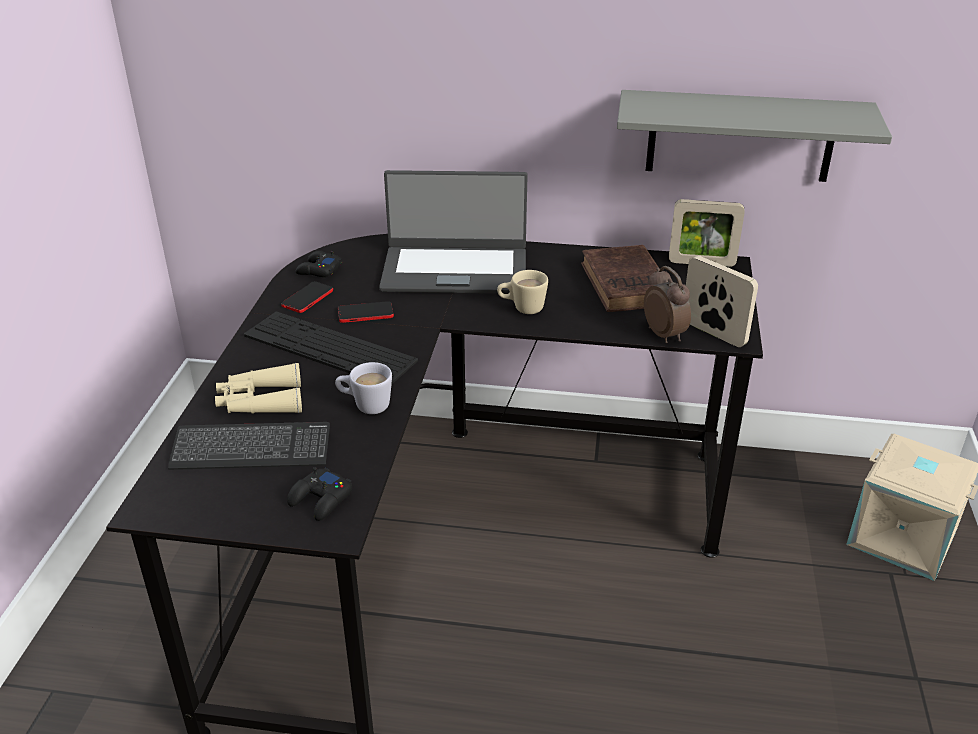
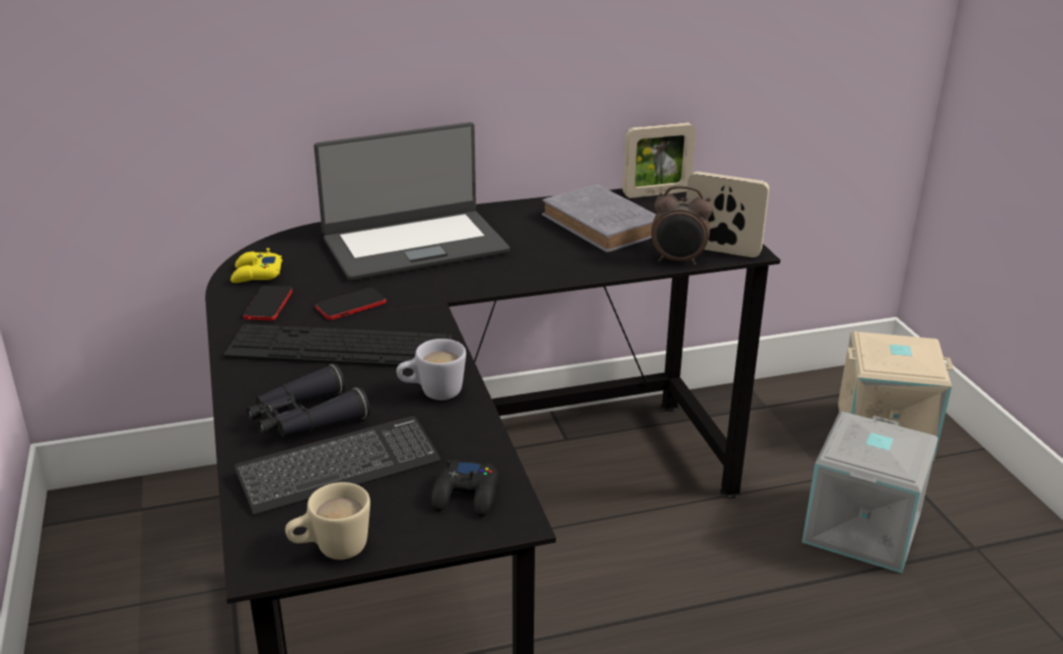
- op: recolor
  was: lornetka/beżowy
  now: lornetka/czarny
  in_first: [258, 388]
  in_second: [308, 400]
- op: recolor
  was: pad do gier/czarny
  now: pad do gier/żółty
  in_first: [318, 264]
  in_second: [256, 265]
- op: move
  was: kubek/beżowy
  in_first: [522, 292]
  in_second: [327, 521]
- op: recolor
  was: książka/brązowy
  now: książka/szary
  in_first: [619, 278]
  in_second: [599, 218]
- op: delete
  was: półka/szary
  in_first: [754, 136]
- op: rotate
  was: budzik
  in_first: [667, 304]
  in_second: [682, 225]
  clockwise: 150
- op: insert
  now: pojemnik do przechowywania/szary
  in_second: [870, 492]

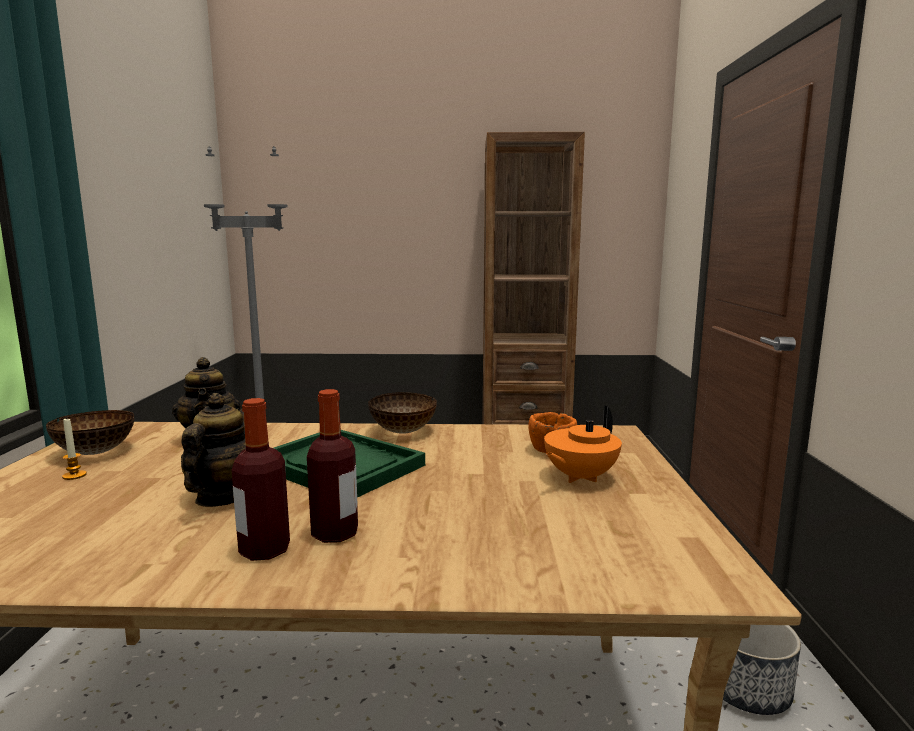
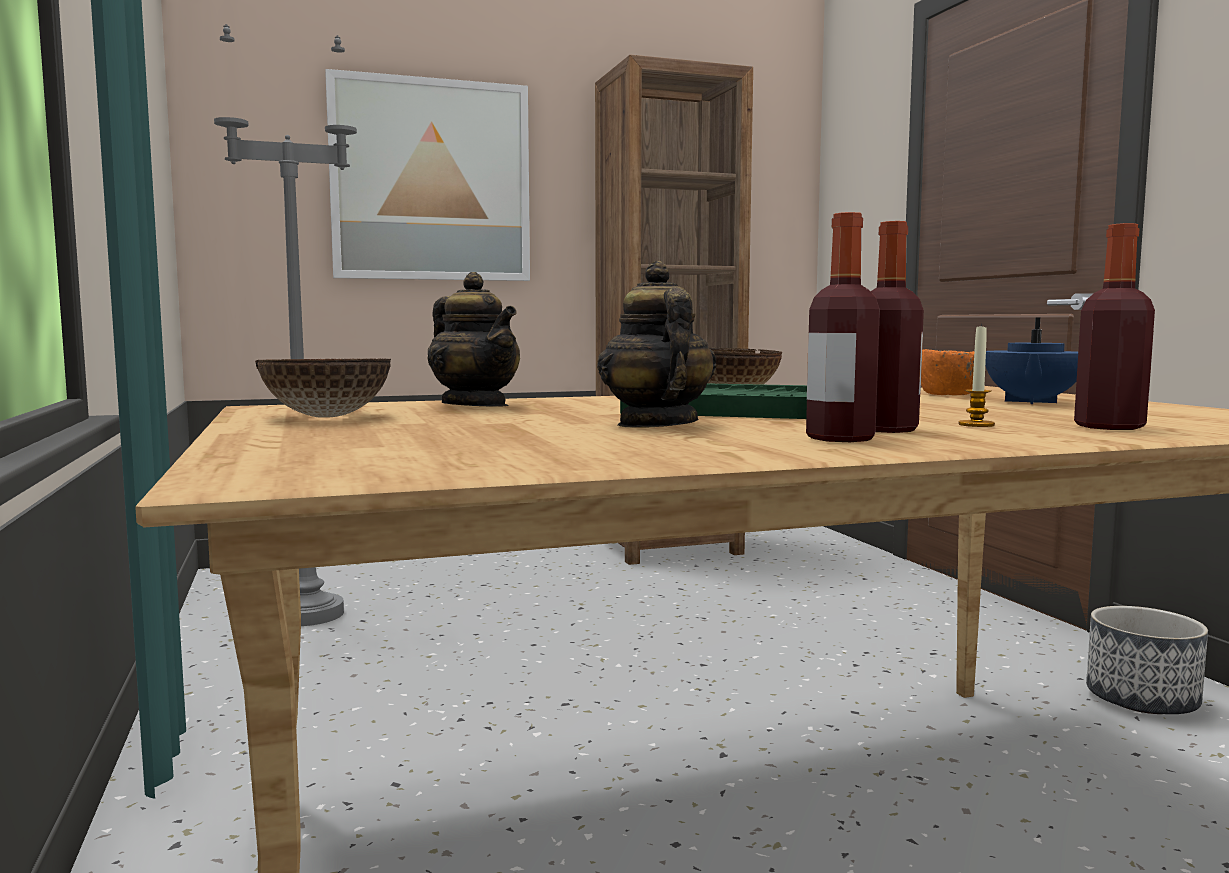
- op: move
  was: świeca
  in_first: [74, 448]
  in_second: [977, 375]
- op: recolor
  was: imbryk/pomarańczowy
  now: imbryk/niebieski
  in_first: [583, 444]
  in_second: [1031, 360]
- op: insert
  now: obraz
  in_second: [427, 175]
- op: insert
  now: butelka
  in_second: [1114, 326]

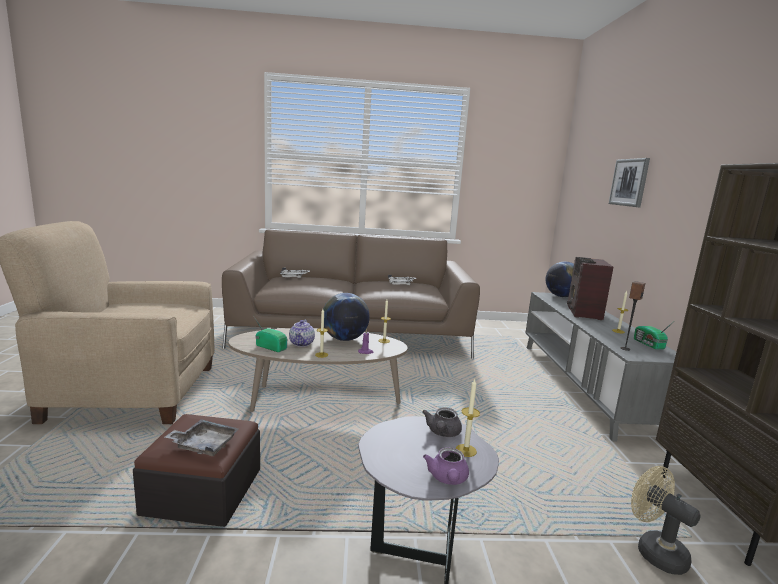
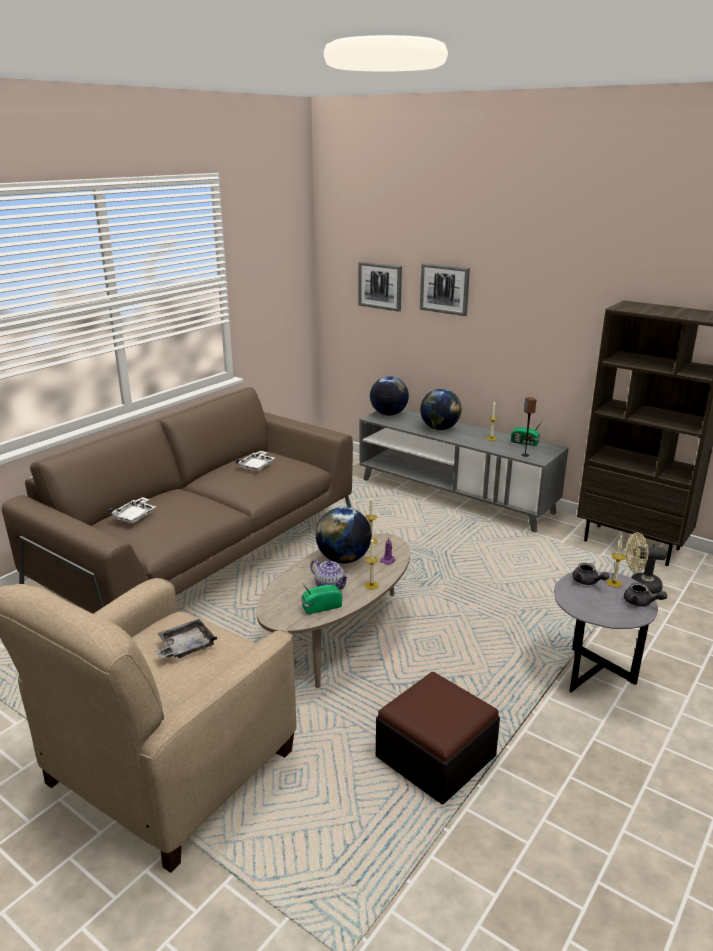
- op: move
  was: taca/szary
  in_first: [202, 437]
  in_second: [186, 638]
- op: recolor
  was: imbryk/fioletowy
  now: imbryk/szary
  in_first: [446, 466]
  in_second: [645, 595]
- op: replace
  was: radio
  now: globus
  in_first: [590, 288]
  in_second: [440, 409]
- op: insert
  now: obraz
  in_second: [380, 287]

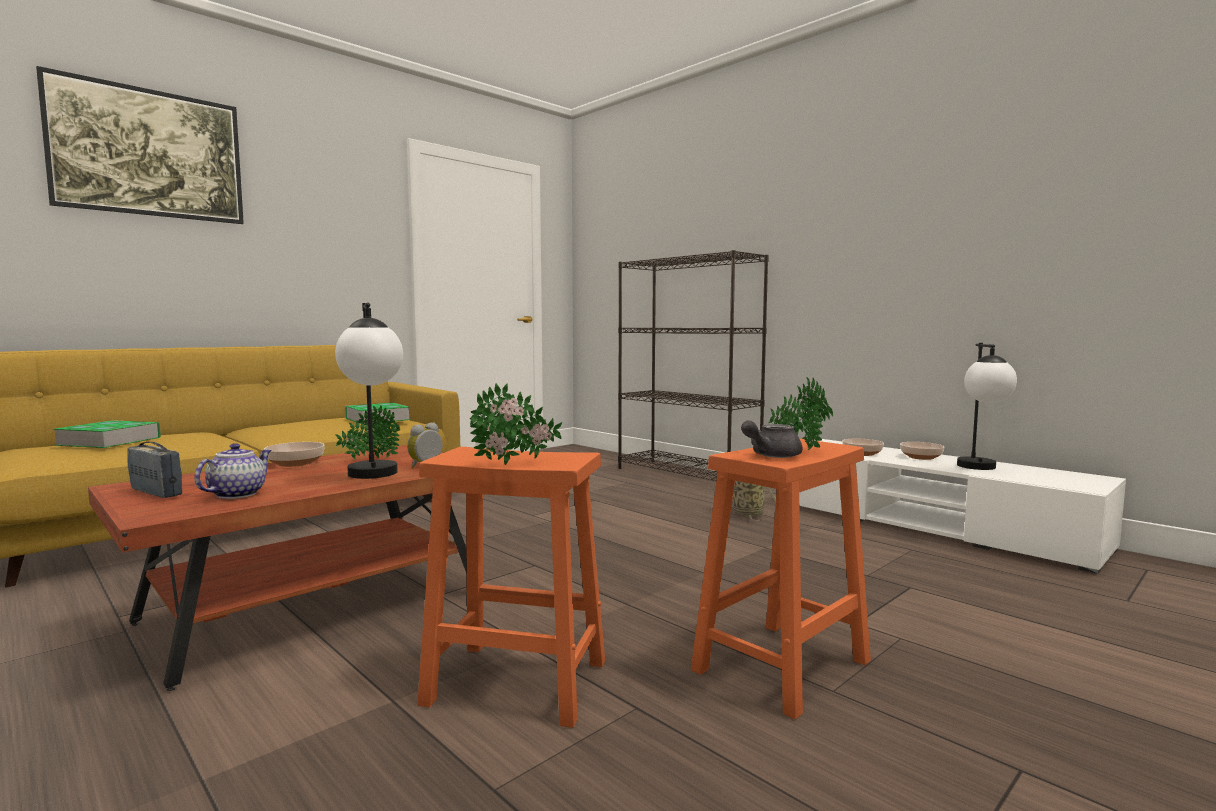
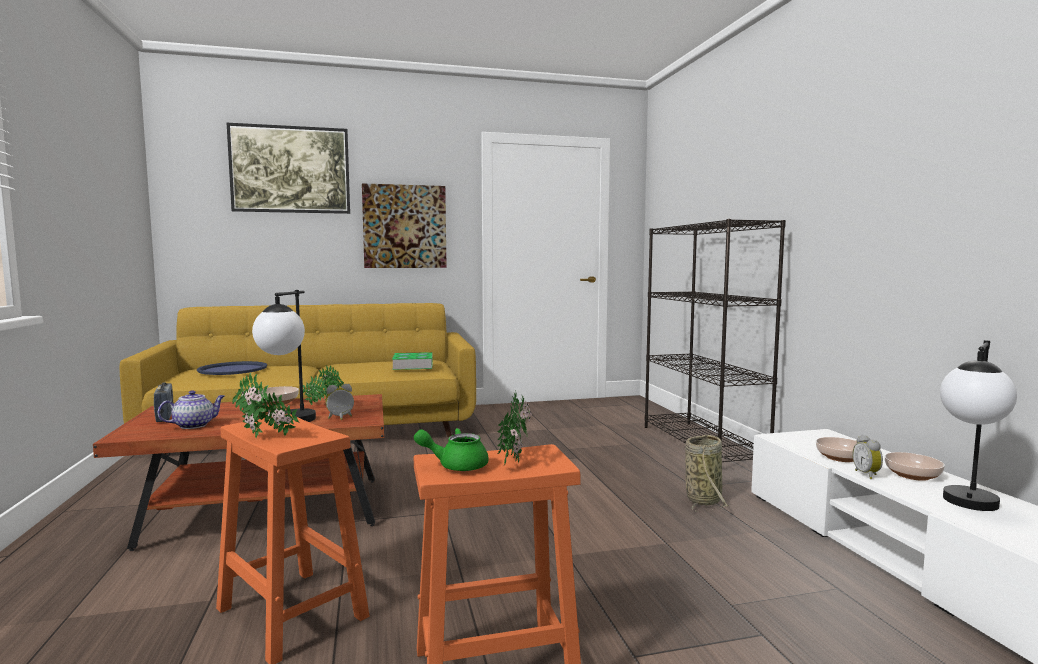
- op: replace
  was: książka
  now: taca/niebieski
  in_first: [107, 434]
  in_second: [232, 368]
- op: recolor
  was: imbryk/szary
  now: imbryk/zielony
  in_first: [772, 439]
  in_second: [451, 449]
- op: insert
  now: obraz
  in_second: [404, 225]
- op: insert
  now: budzik
  in_second: [868, 457]

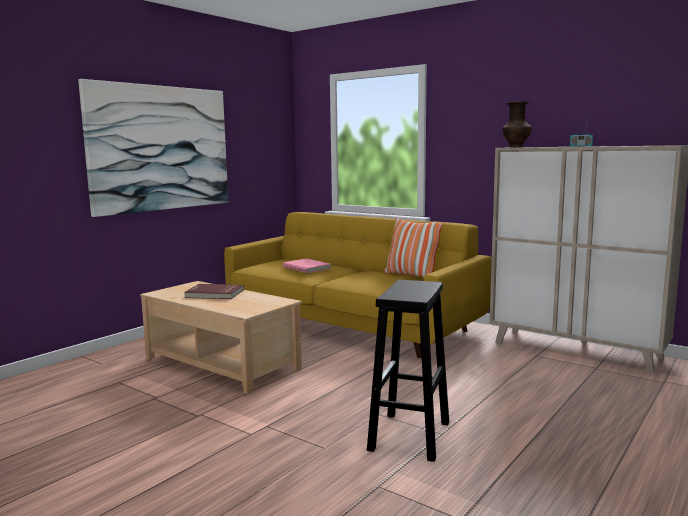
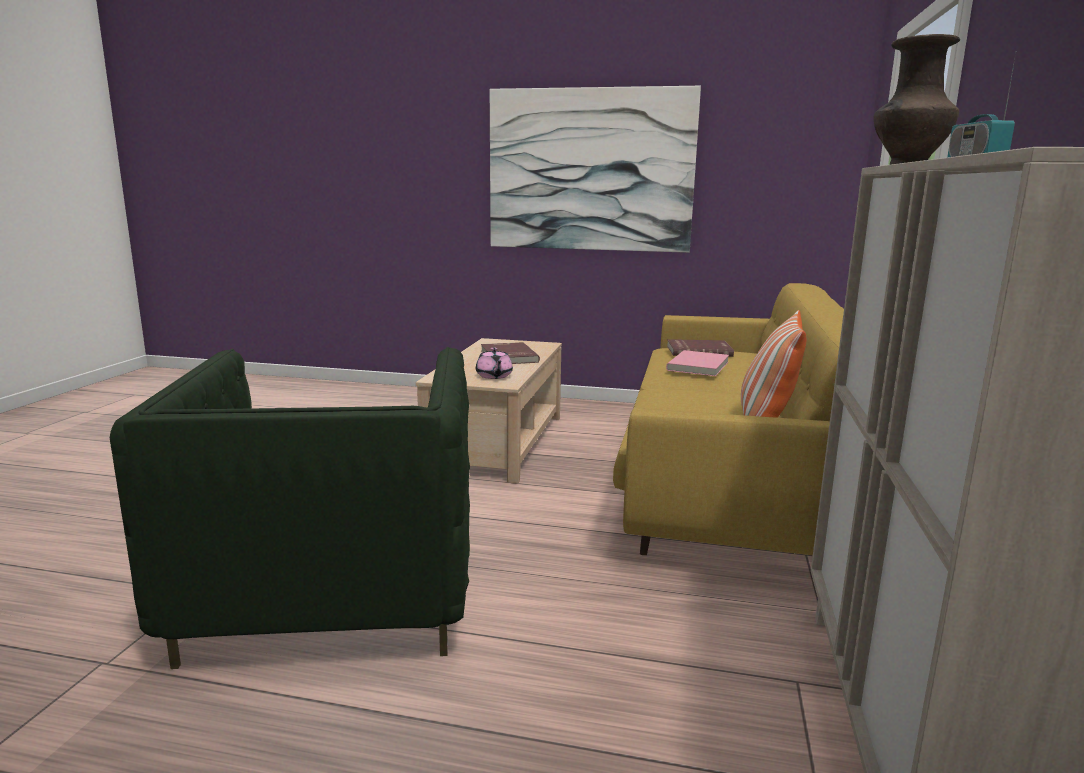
- op: replace
  was: stołek/czarny
  now: fotel/zielony
  in_first: [408, 371]
  in_second: [290, 508]
- op: insert
  now: imbryk/różowy
  in_second: [494, 363]
- op: insert
  now: książka/czerwony
  in_second: [700, 348]

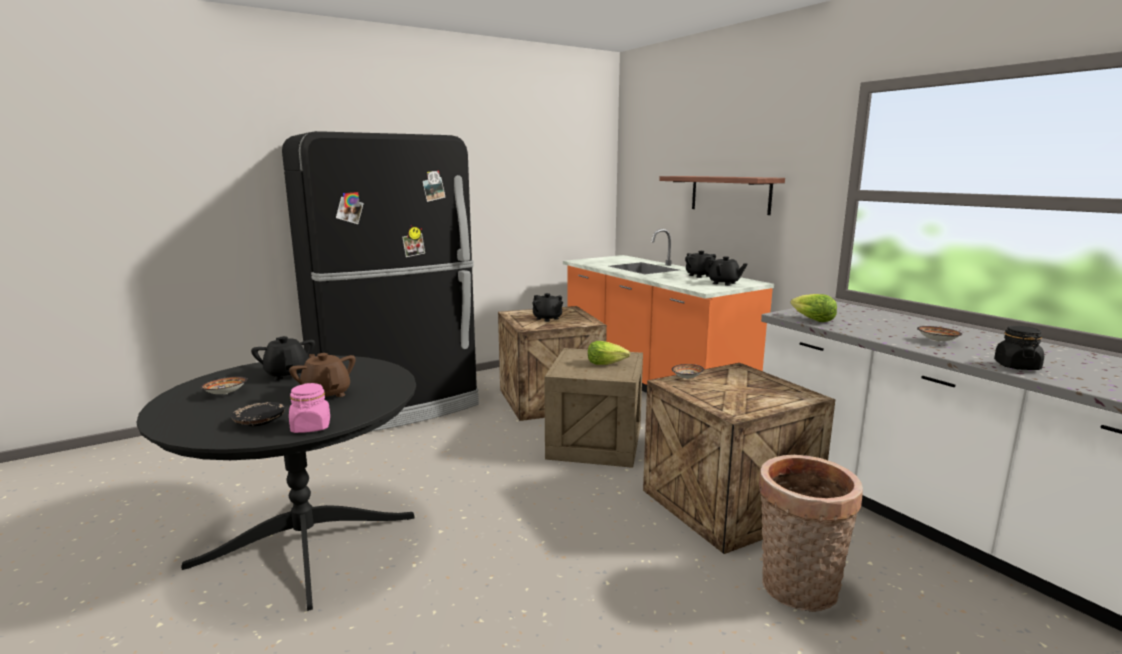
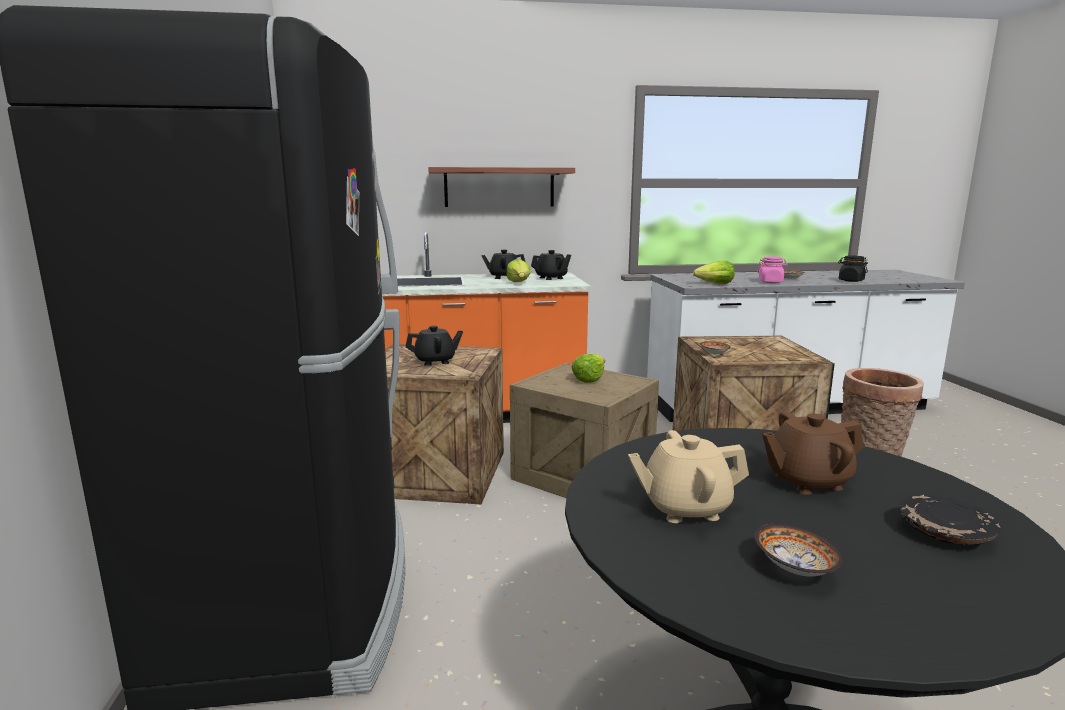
- op: recolor
  was: imbryk/czarny
  now: imbryk/beżowy
  in_first: [283, 358]
  in_second: [688, 476]
- op: move
  was: słoik/różowy
  in_first: [309, 408]
  in_second: [772, 270]
- op: insert
  now: sałata
  in_second: [518, 270]

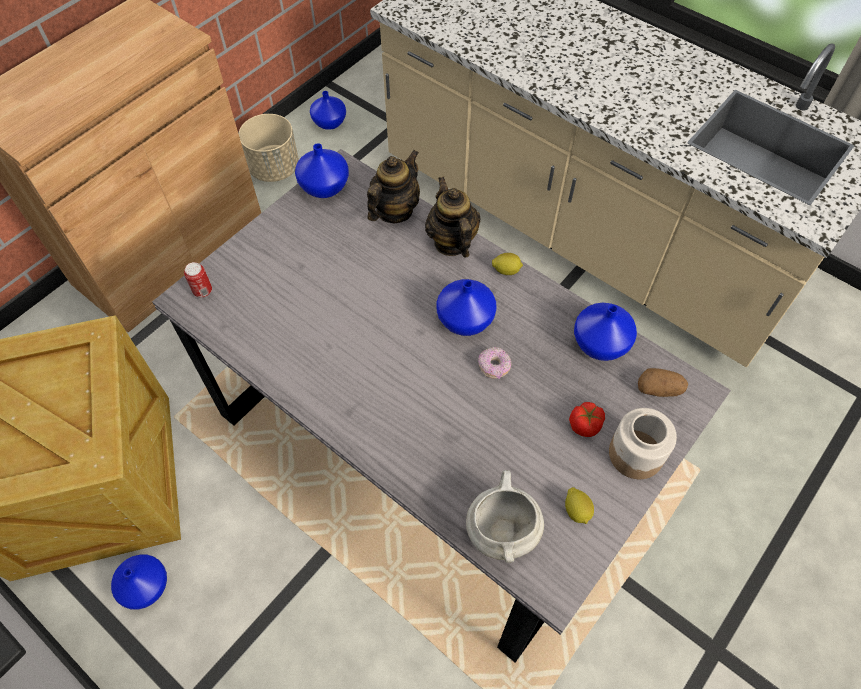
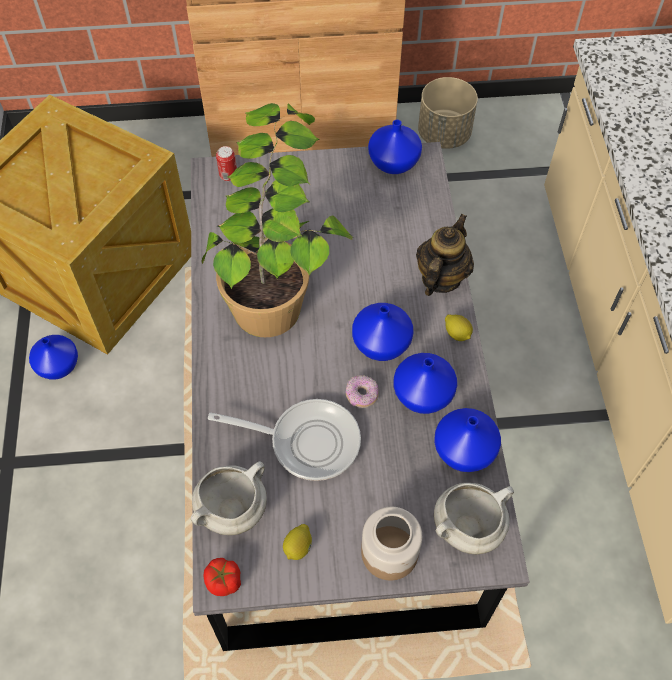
- op: move
  was: wazon/niebieski
  in_first: [328, 110]
  in_second: [425, 383]
- op: delete
  was: imbryk
  in_first: [393, 187]
- op: move
  was: pomidor
  in_first: [587, 419]
  in_second: [222, 577]
- op: replace
  was: ziemniak
  now: garnek/biały
  in_first: [663, 382]
  in_second: [474, 518]
- op: insert
  now: roślina doniczkowa
  in_second: [278, 220]
- op: insert
  now: patelnia
  in_second: [284, 440]

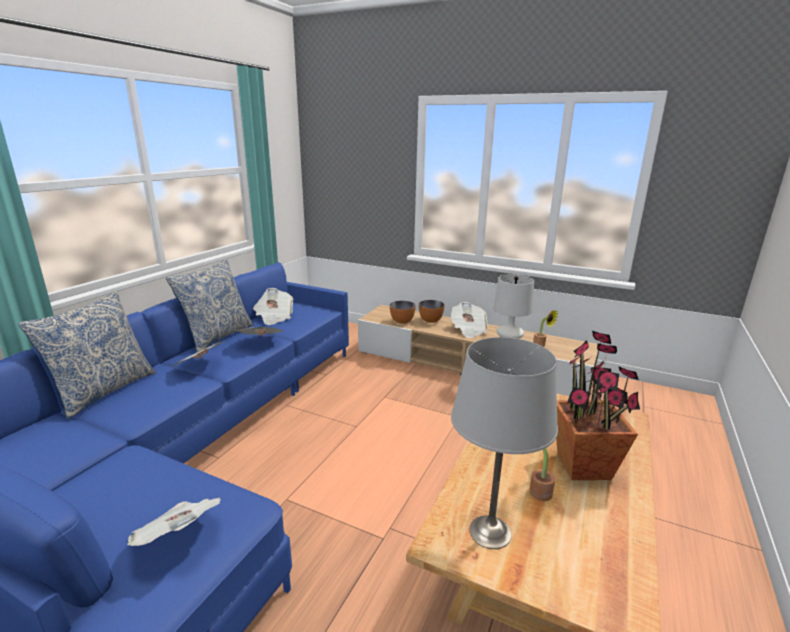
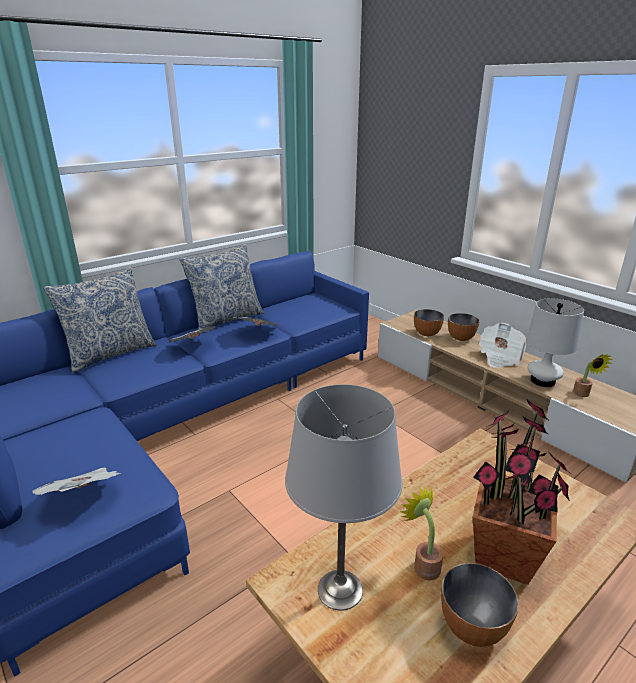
- op: delete
  was: gazeta
  in_first: [273, 306]
- op: insert
  now: miska
  in_second: [480, 605]

